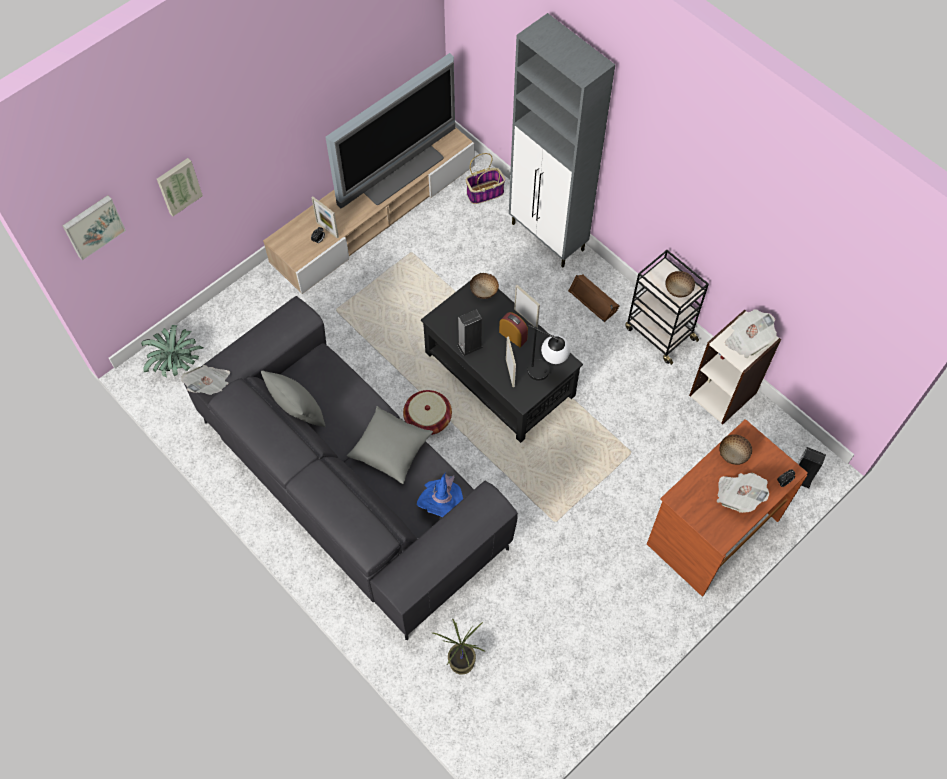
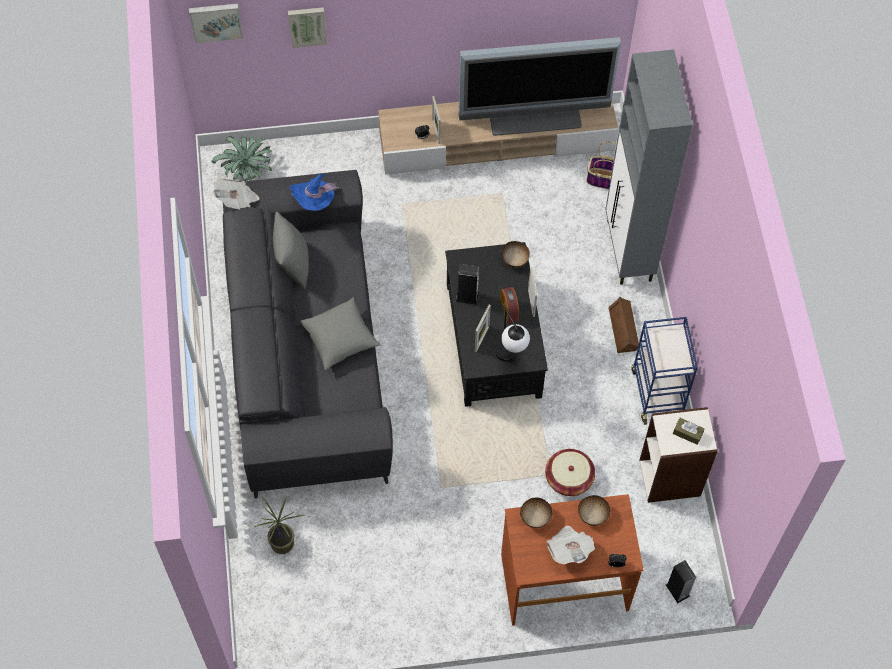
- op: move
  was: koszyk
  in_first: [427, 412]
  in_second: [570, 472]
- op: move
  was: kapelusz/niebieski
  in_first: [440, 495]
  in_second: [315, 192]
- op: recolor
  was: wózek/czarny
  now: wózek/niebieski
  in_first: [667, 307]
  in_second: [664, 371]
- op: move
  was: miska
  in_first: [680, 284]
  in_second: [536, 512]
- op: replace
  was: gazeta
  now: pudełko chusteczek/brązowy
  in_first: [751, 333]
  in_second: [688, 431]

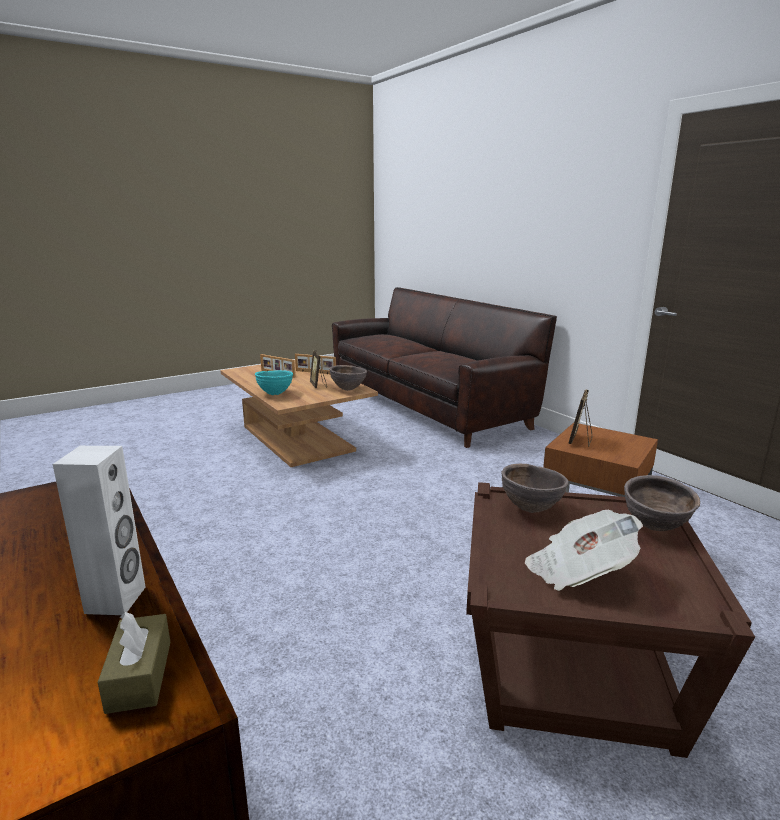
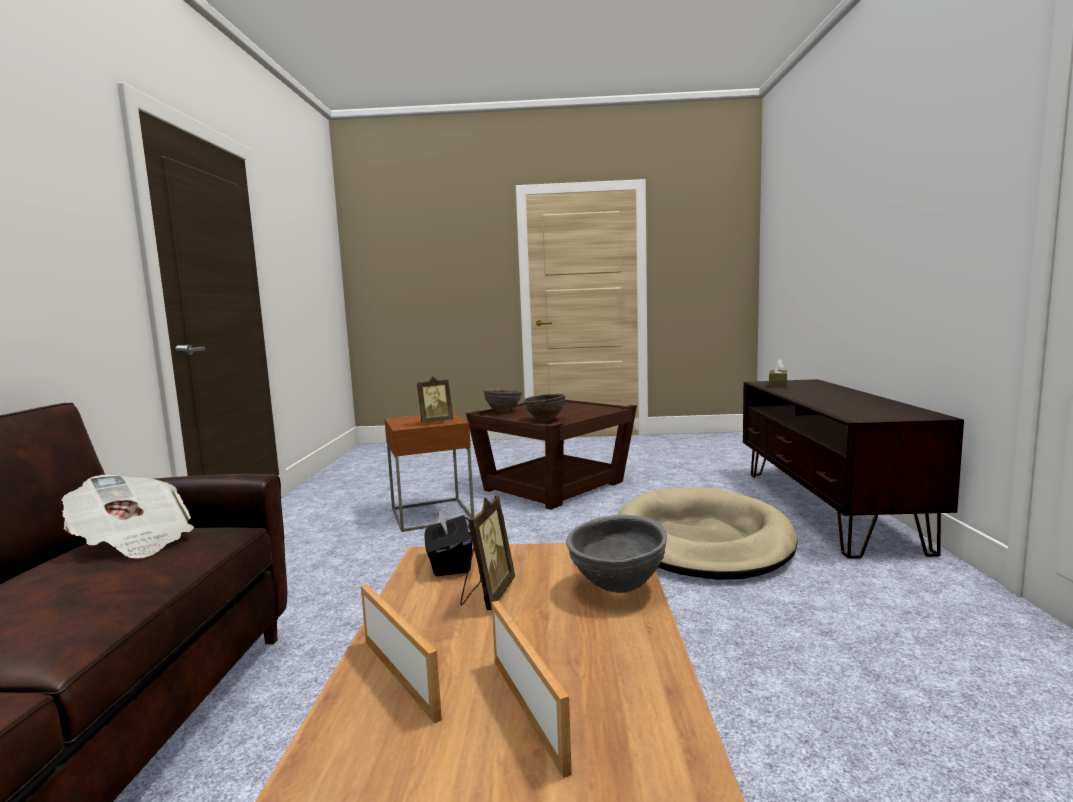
- op: delete
  was: głośnik/biały
  in_first: [99, 530]
- op: recolor
  was: miska/turkusowy
  now: miska/szary
  in_first: [274, 382]
  in_second: [616, 554]
- op: replace
  was: miska/brązowy
  now: pudełko chusteczek/czarny
  in_first: [348, 378]
  in_second: [448, 542]
- op: move
  was: gazeta
  in_first: [584, 550]
  in_second: [128, 516]
- op: insert
  now: legowisko/beżowy
  in_second: [708, 533]

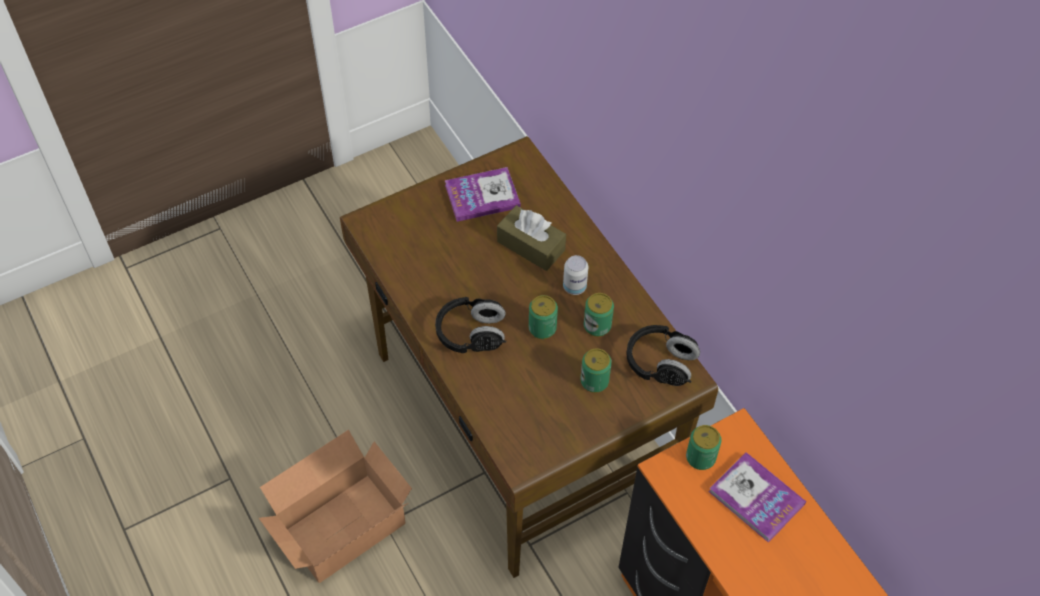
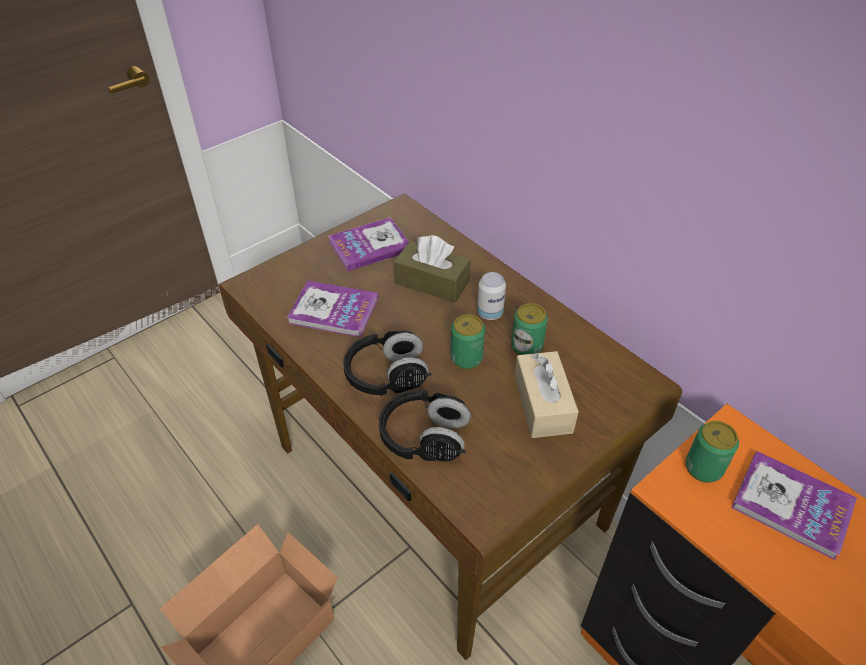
- op: replace
  was: puszka
  now: pudełko chusteczek/beżowy
  in_first: [596, 370]
  in_second: [546, 394]
- op: move
  was: słuchawki/czarny
  in_first: [663, 355]
  in_second: [425, 425]
- op: insert
  now: książka
  in_second: [333, 309]

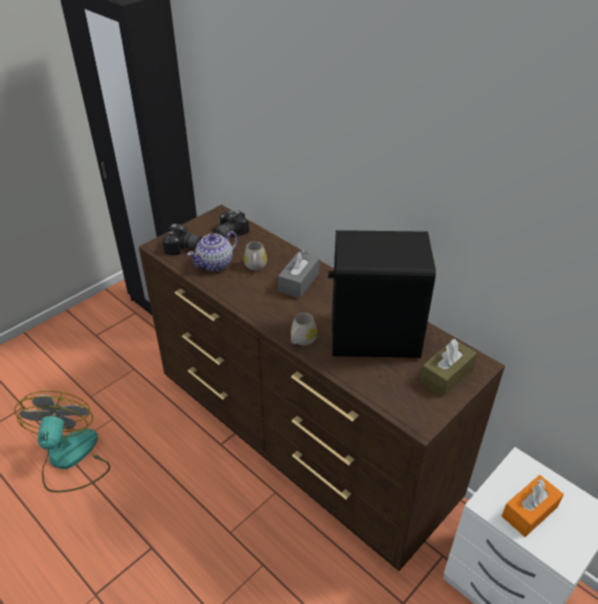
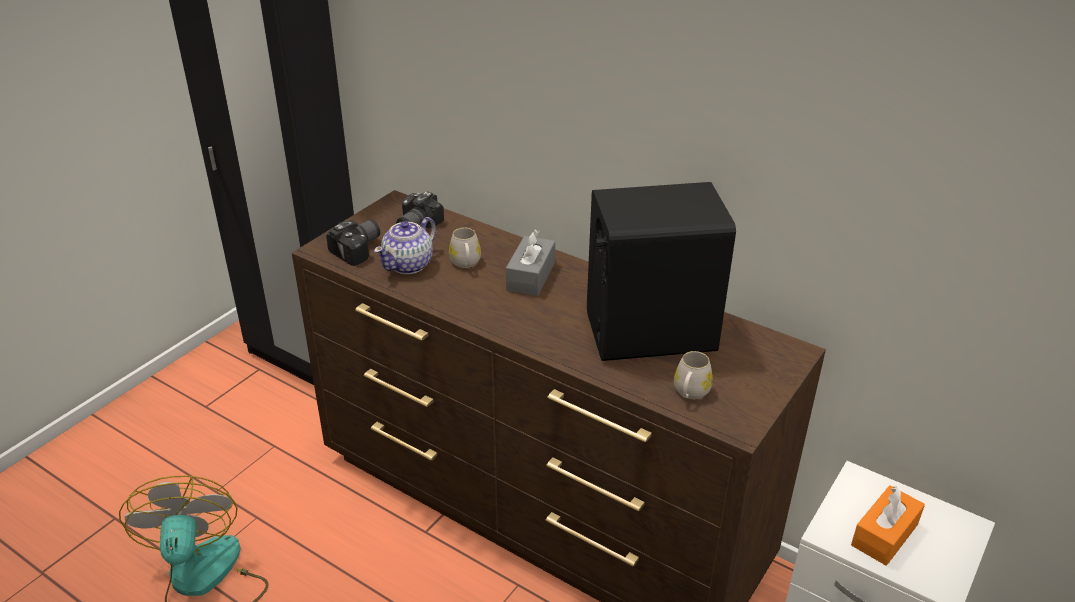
- op: rotate
  was: aparat fotograficzny
  in_first: [182, 240]
  in_second: [353, 243]
  clockwise: -60
- op: move
  was: kubek/biały
  in_first: [304, 329]
  in_second: [693, 375]
- op: delete
  was: pudełko chusteczek/brązowy
  in_first: [448, 367]

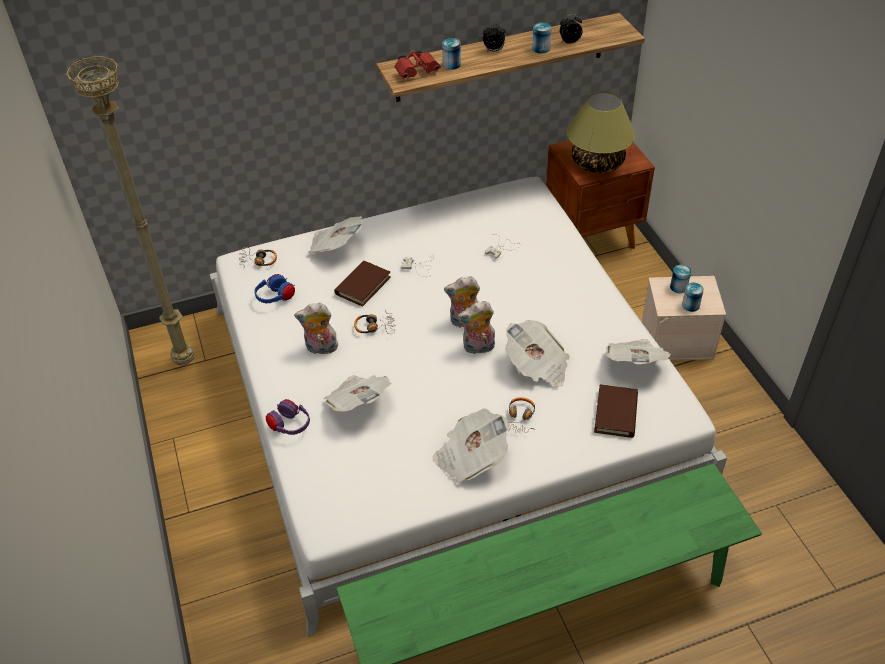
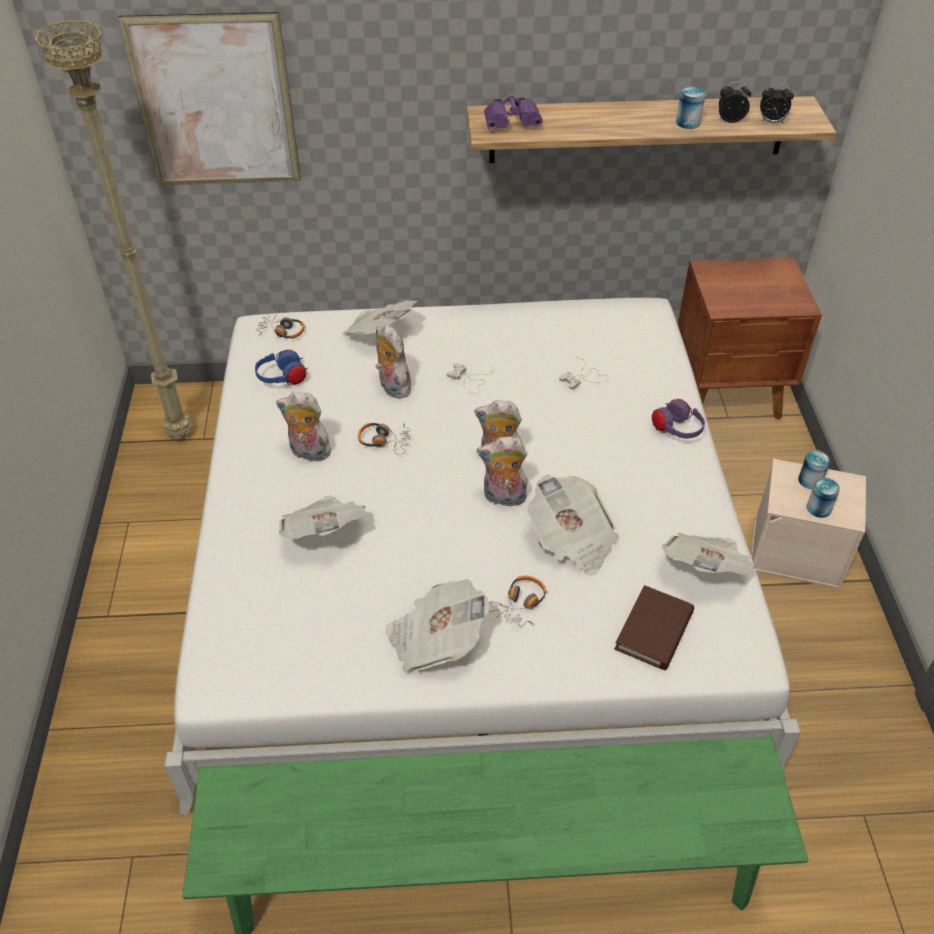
- op: move
  was: słuchawki/fioletowy
  in_first: [288, 417]
  in_second: [678, 419]
- op: replace
  was: książka/brązowy
  now: pluszak
  in_first: [363, 284]
  in_second: [393, 361]
- op: recolor
  was: lornetka/czerwony
  now: lornetka/fioletowy
  in_first: [418, 65]
  in_second: [513, 112]
- op: delete
  was: puszka
  in_first: [451, 54]
- op: move
  was: budzik
  in_first: [494, 38]
  in_second: [777, 103]
- op: delete
  was: lampa stołowa
  in_first: [601, 132]
- op: insert
  now: obraz
  in_second: [209, 98]

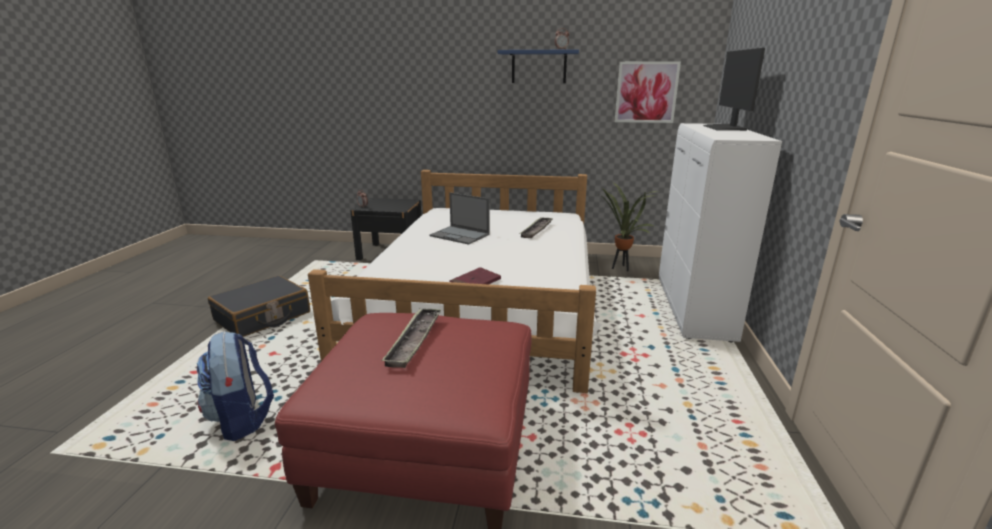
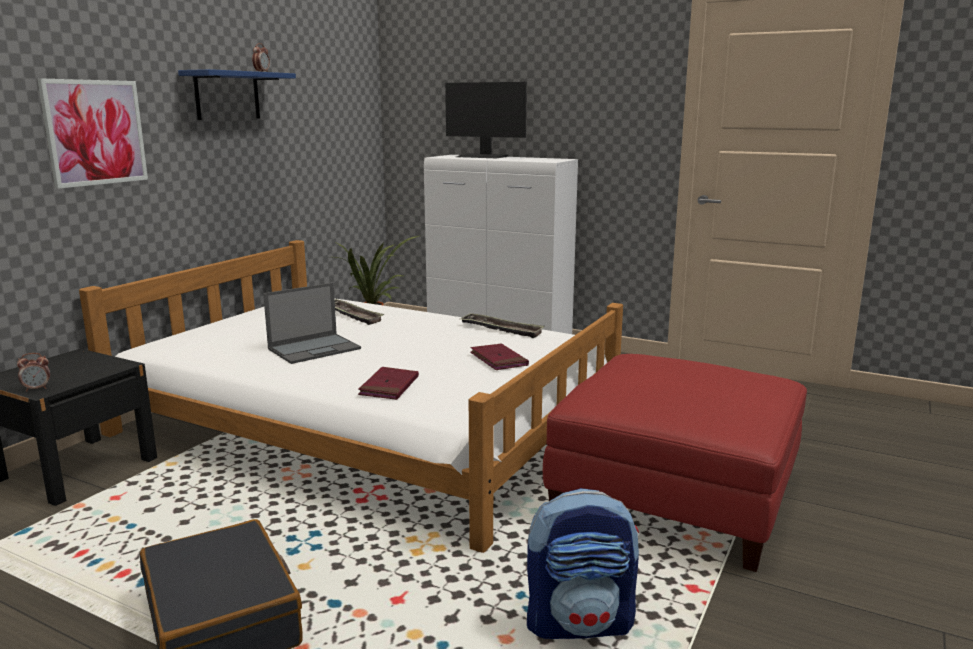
- op: move
  was: taca
  in_first: [411, 338]
  in_second: [502, 325]
- op: move
  was: obraz
  in_first: [648, 92]
  in_second: [92, 133]
- op: insert
  now: książka/czerwony
  in_second: [388, 383]

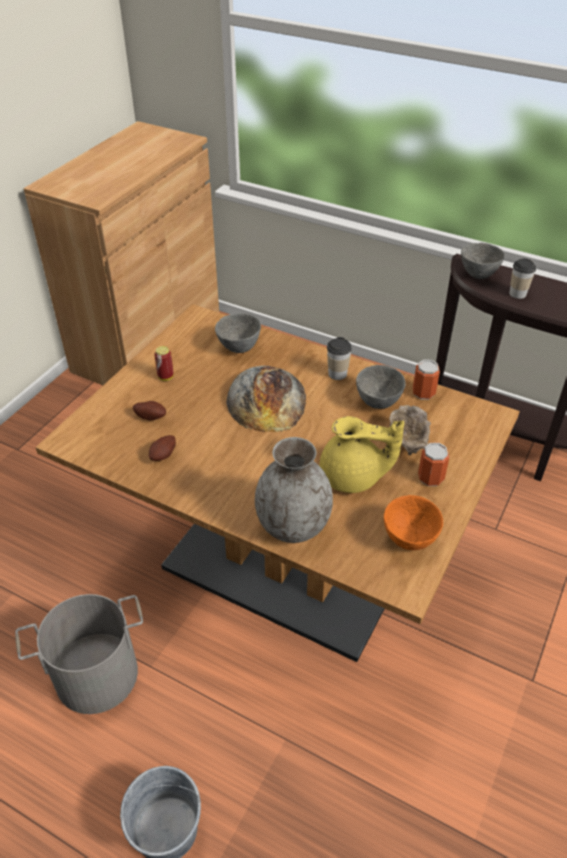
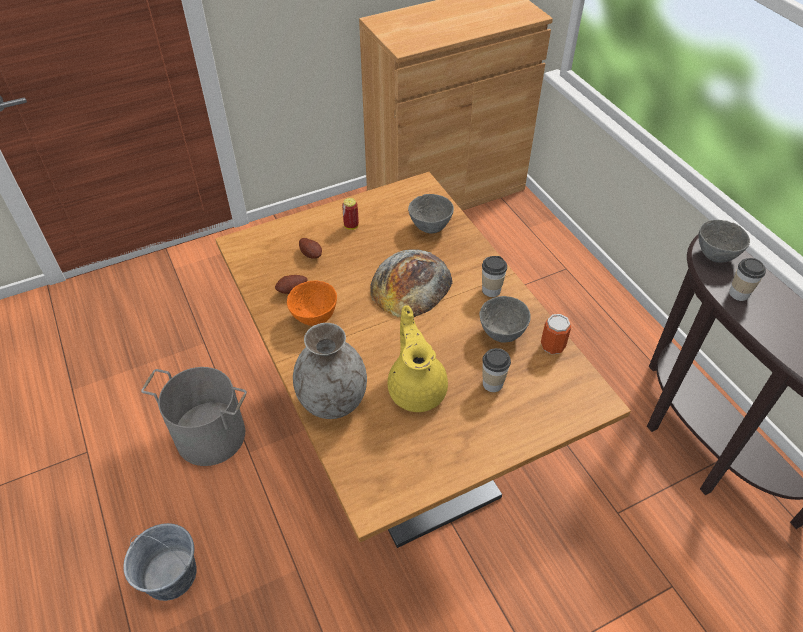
- op: rotate
  was: imbryk/żółty
  in_first: [361, 454]
  in_second: [417, 358]
  clockwise: -150
- op: move
  was: miska/pomarańczowy
  in_first: [413, 522]
  in_second: [312, 303]
- op: replace
  was: miska/beżowy
  now: filiżanka
  in_first: [410, 430]
  in_second: [496, 370]
- op: delete
  was: puszka
  in_first: [433, 464]

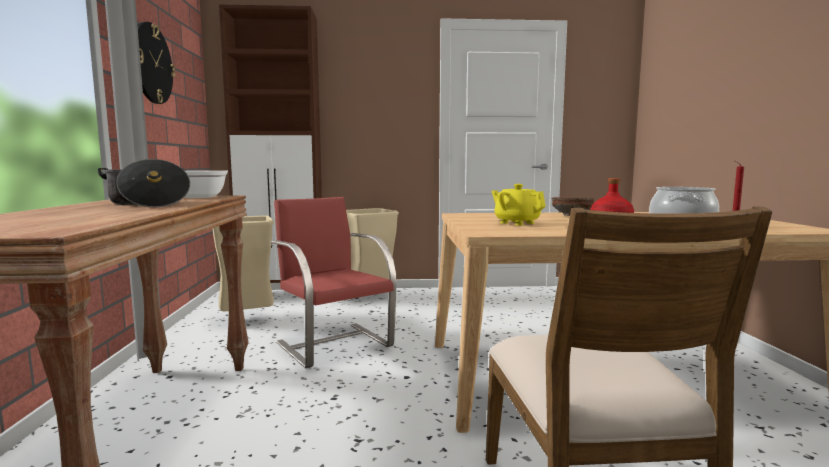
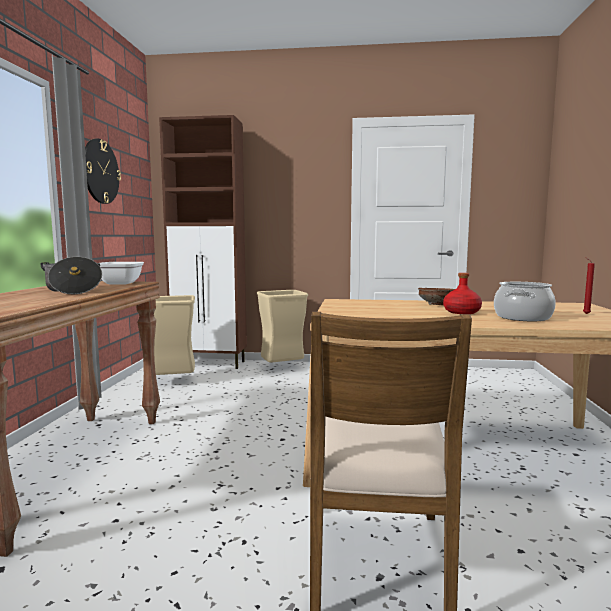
- op: delete
  was: krzesło/czerwony
  in_first: [333, 282]
- op: delete
  was: imbryk/żółty
  in_first: [519, 204]

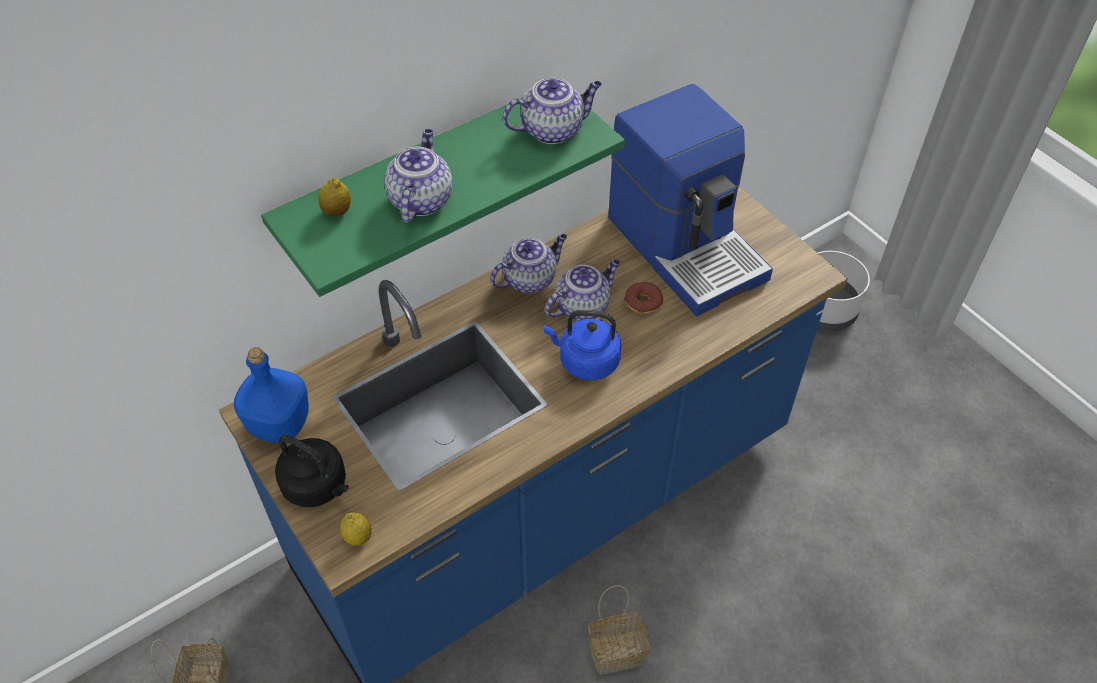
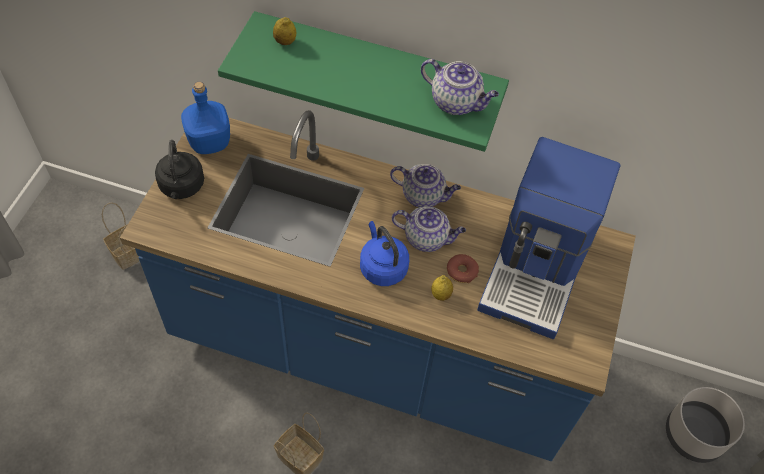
- op: move
  was: cytryna
  in_first: [356, 529]
  in_second: [442, 288]
- op: delete
  was: imbryk
  in_first: [418, 176]

